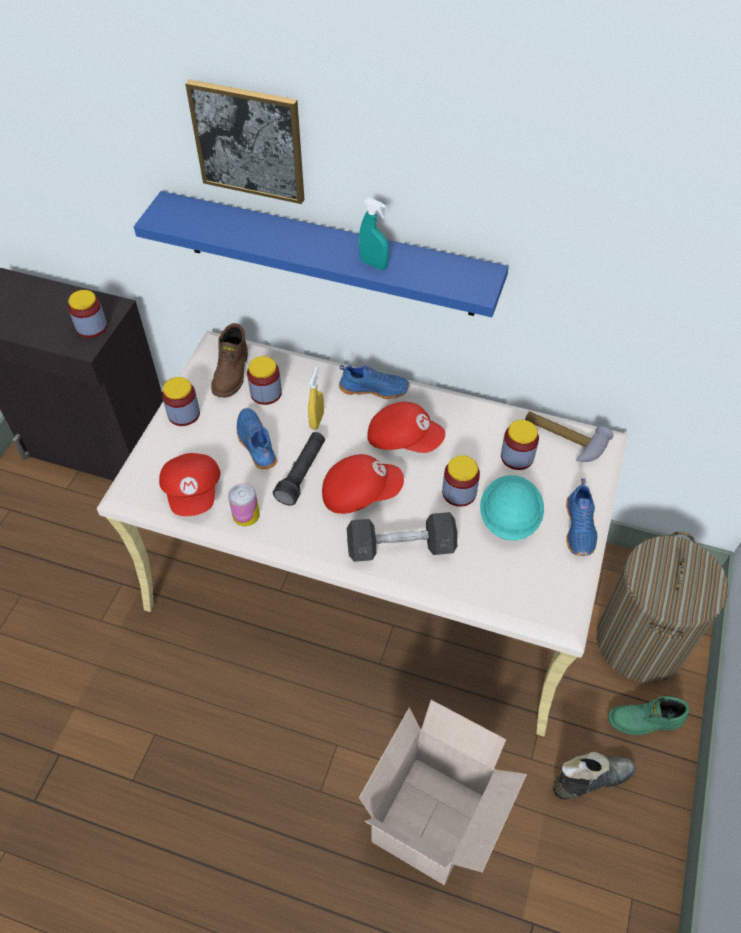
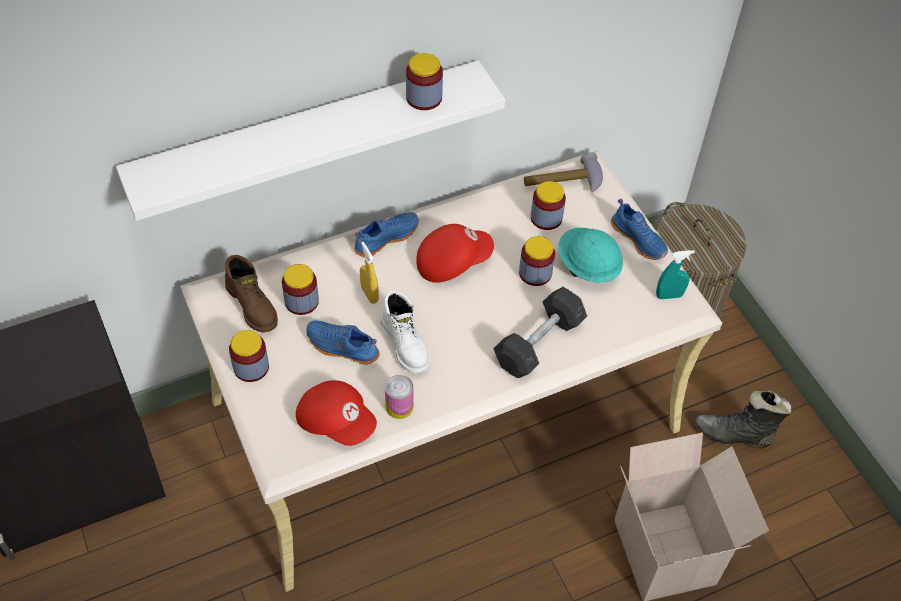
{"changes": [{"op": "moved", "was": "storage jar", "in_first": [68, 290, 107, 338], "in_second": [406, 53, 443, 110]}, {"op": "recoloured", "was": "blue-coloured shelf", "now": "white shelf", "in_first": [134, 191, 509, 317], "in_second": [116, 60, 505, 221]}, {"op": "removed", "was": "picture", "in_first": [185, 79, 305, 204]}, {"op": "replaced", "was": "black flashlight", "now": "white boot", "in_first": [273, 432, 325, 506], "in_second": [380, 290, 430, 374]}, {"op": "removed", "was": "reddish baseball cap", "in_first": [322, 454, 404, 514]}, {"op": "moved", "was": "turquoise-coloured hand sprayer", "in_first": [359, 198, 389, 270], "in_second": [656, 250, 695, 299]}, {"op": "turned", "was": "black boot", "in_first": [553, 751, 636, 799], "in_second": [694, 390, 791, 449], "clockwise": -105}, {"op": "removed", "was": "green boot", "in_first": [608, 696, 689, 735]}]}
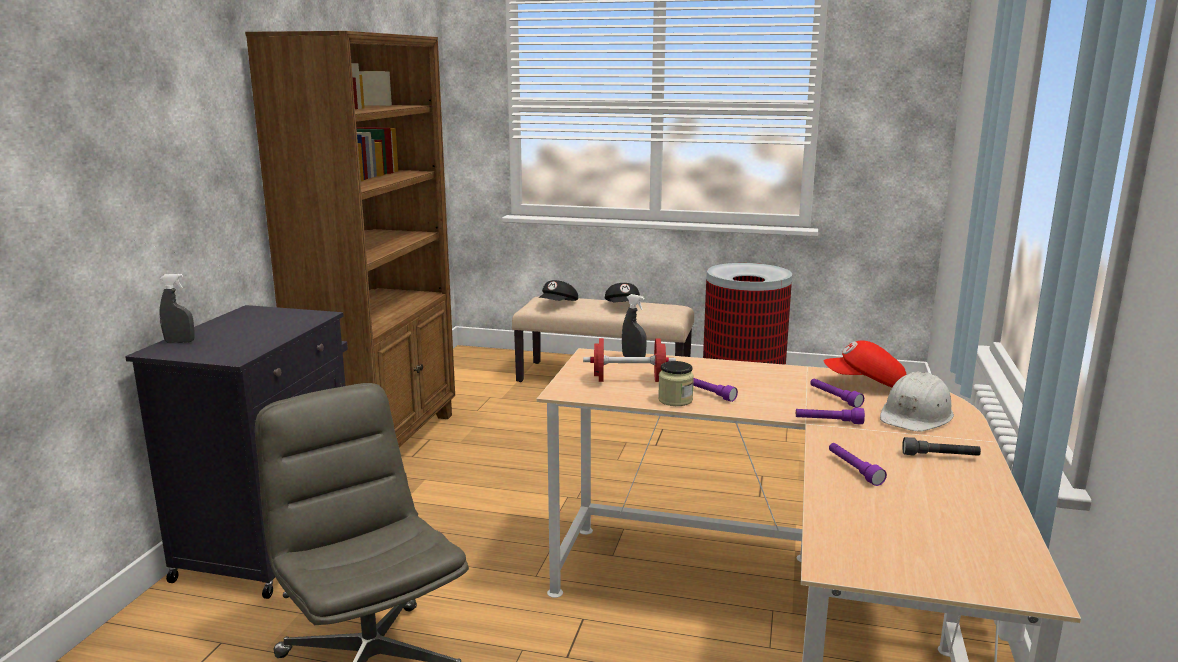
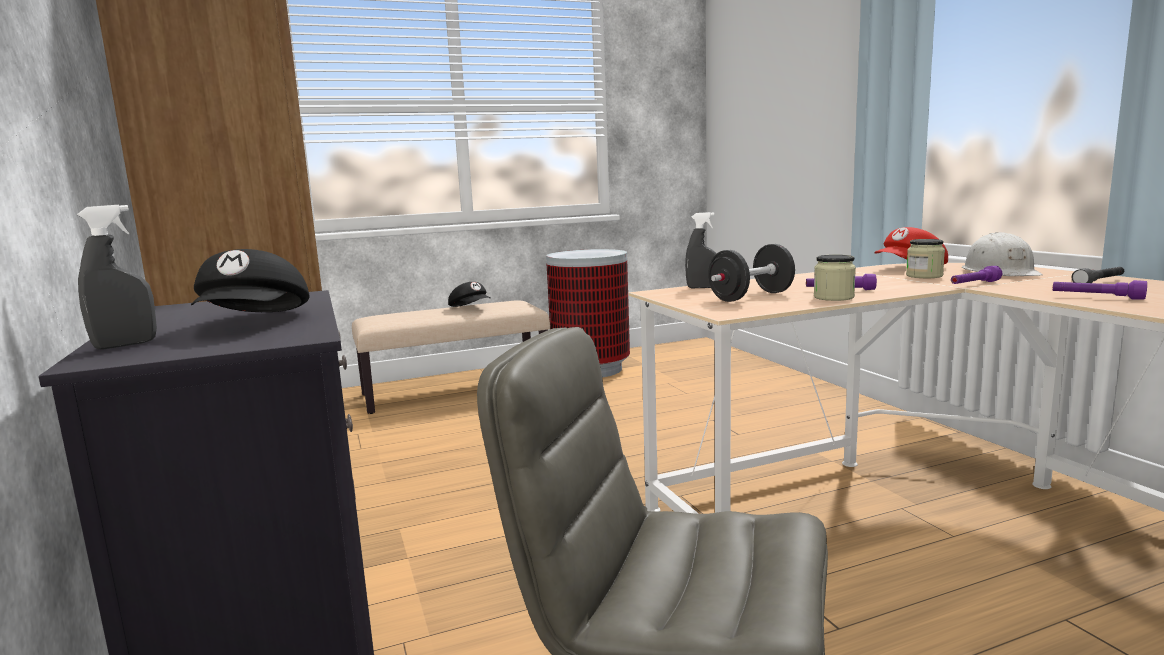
{"changes": [{"op": "moved", "was": "black baseball cap", "in_first": [539, 280, 578, 301], "in_second": [191, 249, 310, 312]}, {"op": "recoloured", "was": "reddish dumbbell", "now": "black dumbbell", "in_first": [583, 338, 676, 382], "in_second": [708, 244, 795, 302]}, {"op": "replaced", "was": "purple flashlight", "now": "storage jar", "in_first": [810, 379, 864, 408], "in_second": [906, 239, 945, 278]}]}
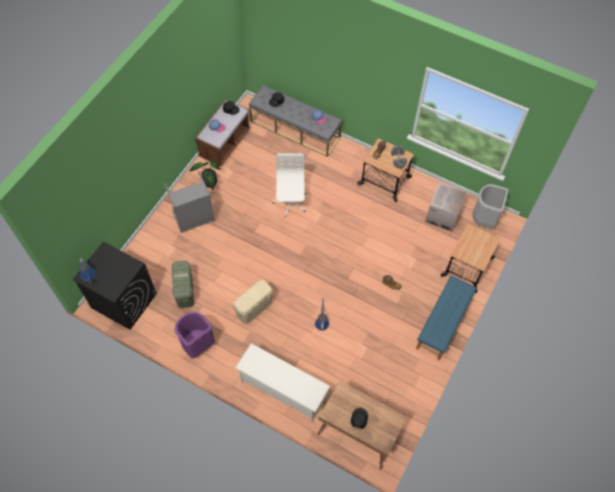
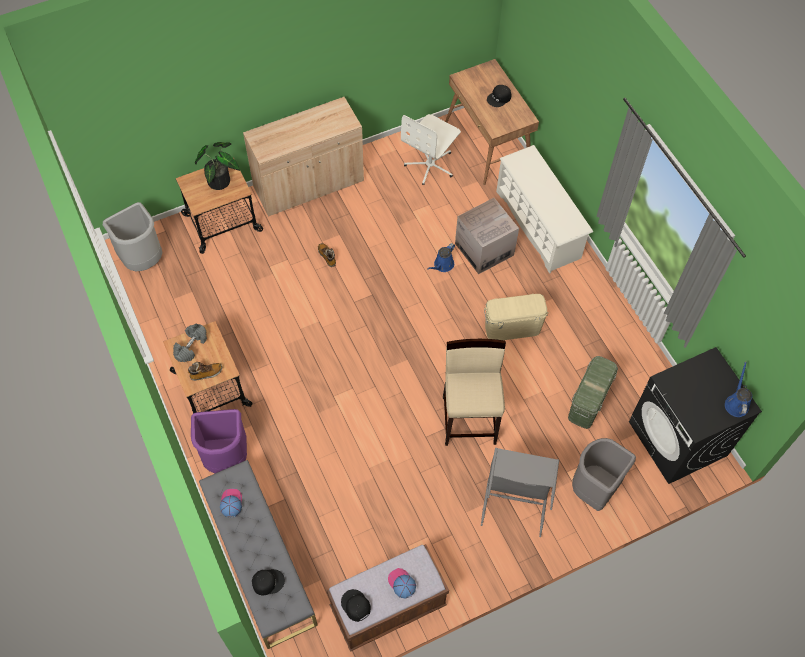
{"changes": [{"op": "moved", "was": "purple trash can", "in_first": [175, 312, 215, 359], "in_second": [191, 409, 247, 473]}, {"op": "moved", "was": "potted plant", "in_first": [189, 160, 221, 190], "in_second": [195, 142, 240, 190]}, {"op": "moved", "was": "white computer chair", "in_first": [272, 153, 306, 217], "in_second": [401, 114, 461, 185]}, {"op": "replaced", "was": "blue-coloured bench", "now": "beige storage cabinet", "in_first": [416, 276, 477, 360], "in_second": [243, 97, 364, 217]}, {"op": "moved", "was": "packing box", "in_first": [425, 183, 467, 232], "in_second": [455, 198, 519, 274]}, {"op": "added", "now": "beige stool seat", "in_second": [443, 339, 506, 446]}, {"op": "added", "now": "grey trash can", "in_second": [572, 438, 636, 511]}]}
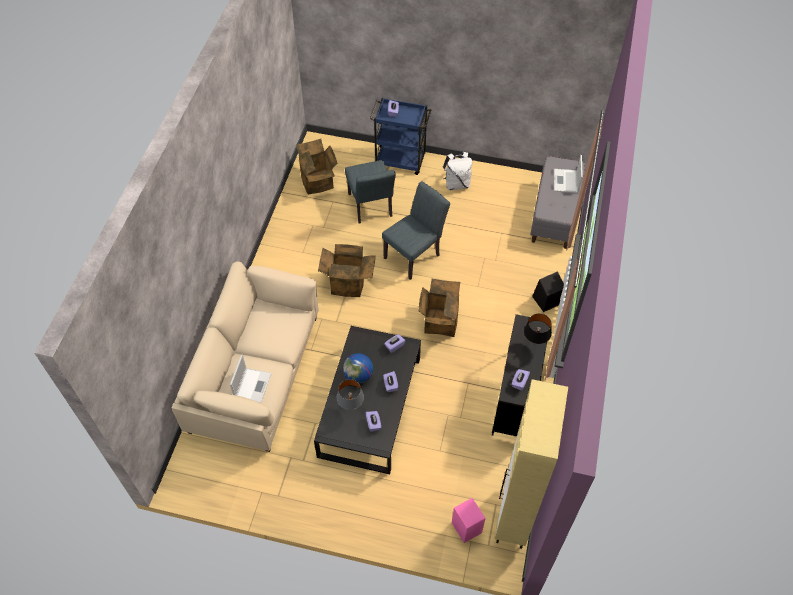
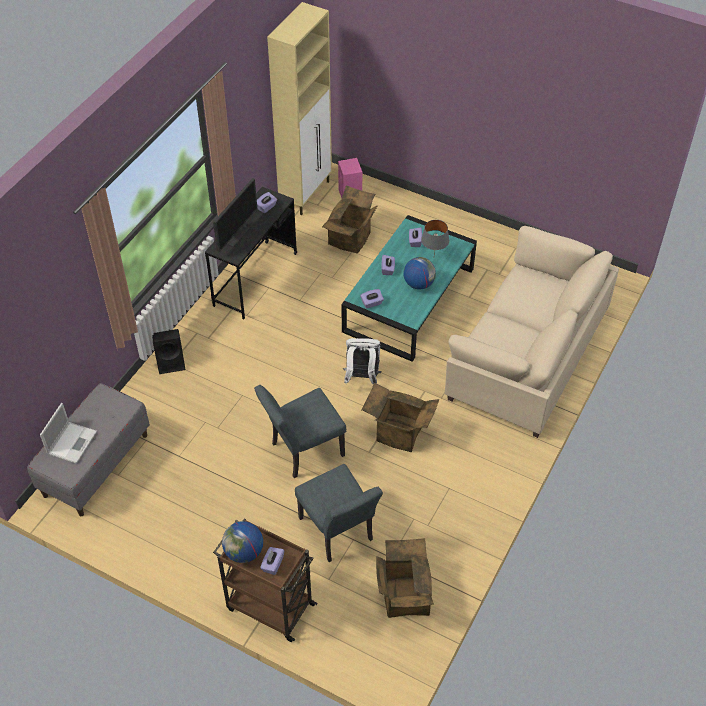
{"changes": [{"op": "removed", "was": "laptop", "in_first": [230, 355, 272, 403]}, {"op": "recoloured", "was": "black low table", "now": "turquoise-coloured low table", "in_first": [314, 326, 421, 474], "in_second": [341, 215, 477, 362]}, {"op": "turned", "was": "grey chair", "in_first": [345, 160, 396, 224], "in_second": [295, 464, 383, 562], "clockwise": 150}, {"op": "recoloured", "was": "blue-coloured cart", "now": "brown cart", "in_first": [370, 98, 431, 175], "in_second": [213, 519, 318, 642]}, {"op": "moved", "was": "packing box", "in_first": [419, 279, 460, 337], "in_second": [322, 185, 378, 253]}, {"op": "moved", "was": "white backpack", "in_first": [443, 152, 473, 190], "in_second": [343, 338, 381, 385]}, {"op": "replaced", "was": "black tabletop lamp", "now": "monitor", "in_first": [524, 314, 552, 344], "in_second": [213, 178, 257, 252]}, {"op": "added", "now": "desk globe", "in_second": [222, 521, 263, 563]}]}
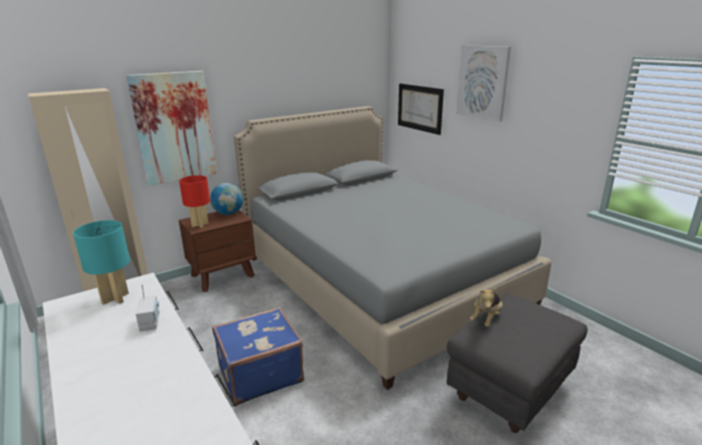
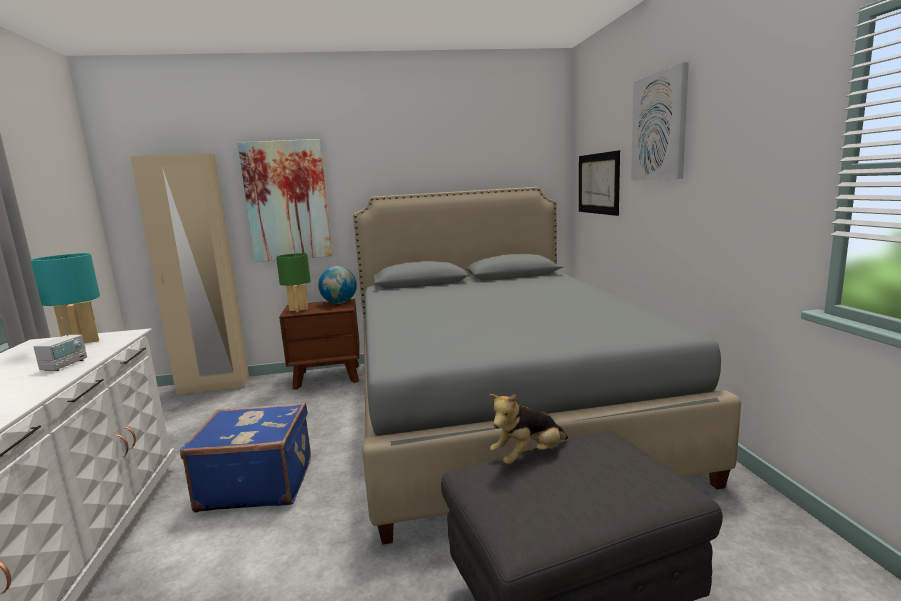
{"changes": [{"op": "recoloured", "was": "reddish tabletop lamp", "now": "green tabletop lamp", "in_first": [179, 175, 210, 228], "in_second": [276, 253, 311, 312]}]}
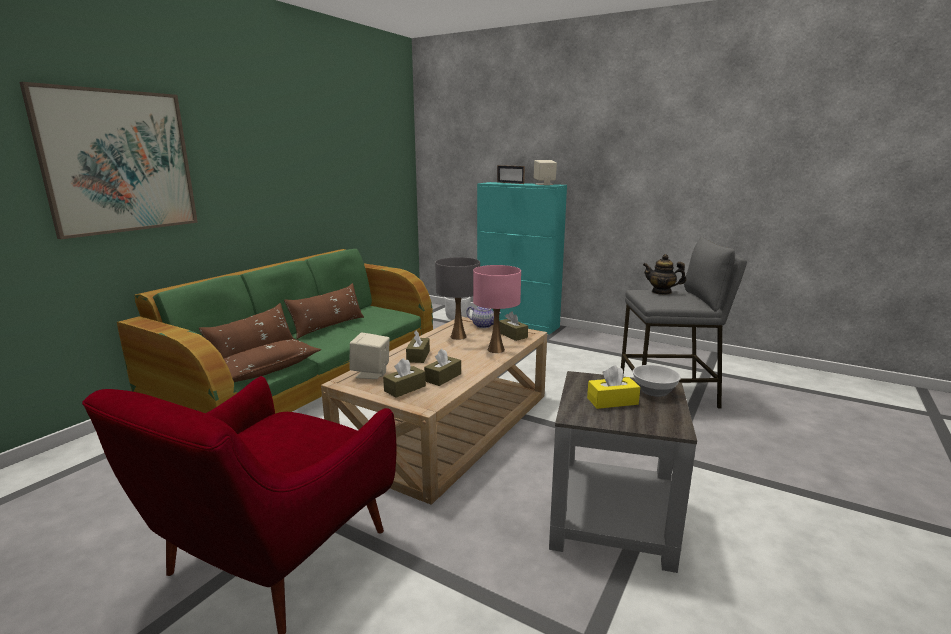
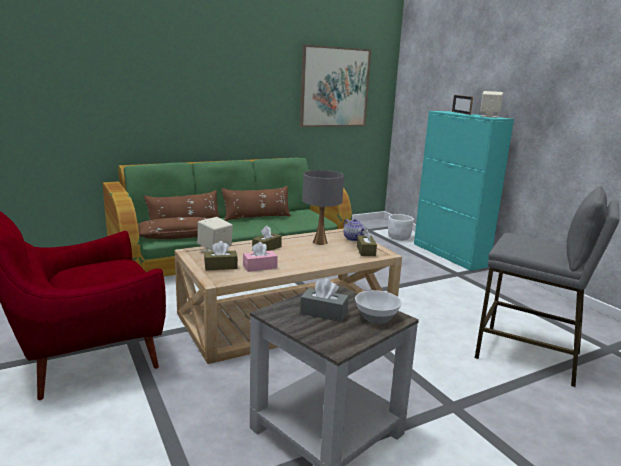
{"changes": [{"op": "moved", "was": "picture", "in_first": [19, 82, 198, 239], "in_second": [300, 45, 371, 127]}, {"op": "recoloured", "was": "brown tissue box", "now": "pinkish tissue box", "in_first": [424, 349, 461, 386], "in_second": [243, 242, 278, 272]}, {"op": "removed", "was": "pinkish tabletop lamp", "in_first": [473, 265, 521, 353]}, {"op": "recoloured", "was": "yellowish tissue box", "now": "grey tissue box", "in_first": [587, 365, 640, 409], "in_second": [300, 278, 349, 322]}, {"op": "removed", "was": "tea pot", "in_first": [643, 254, 686, 295]}]}
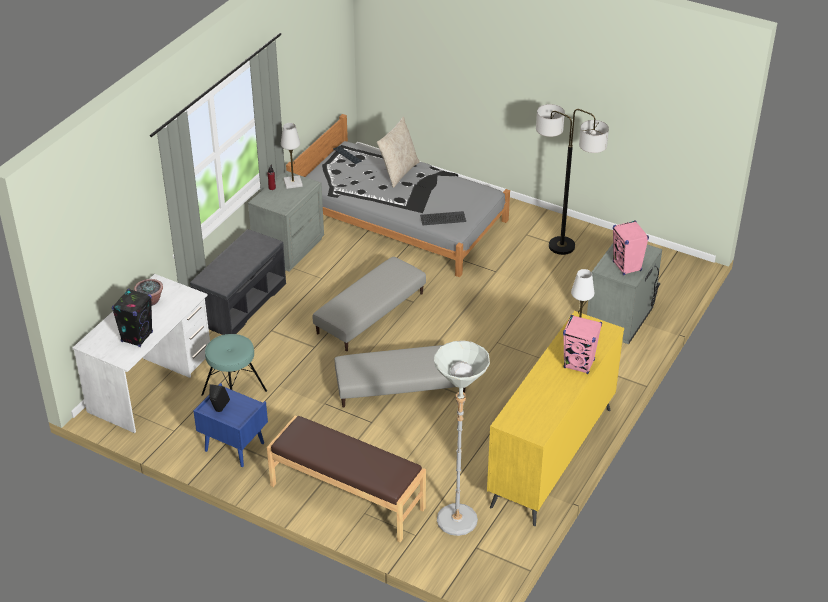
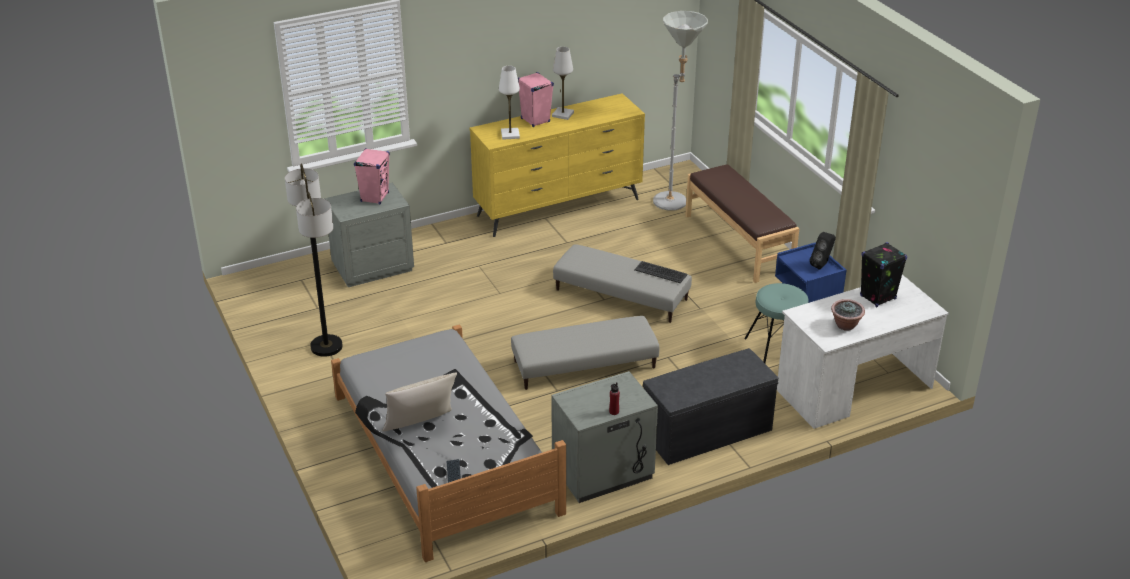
{"changes": [{"op": "moved", "was": "white tabletop lamp", "in_first": [281, 123, 303, 189], "in_second": [552, 47, 574, 120]}, {"op": "moved", "was": "PC keyboard", "in_first": [420, 211, 466, 225], "in_second": [634, 261, 688, 283]}]}
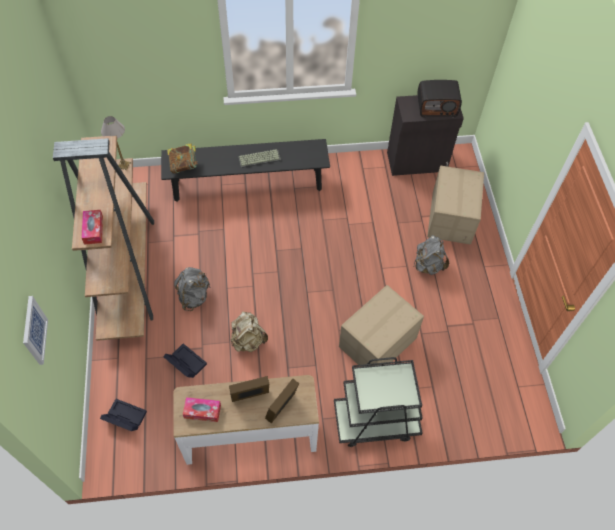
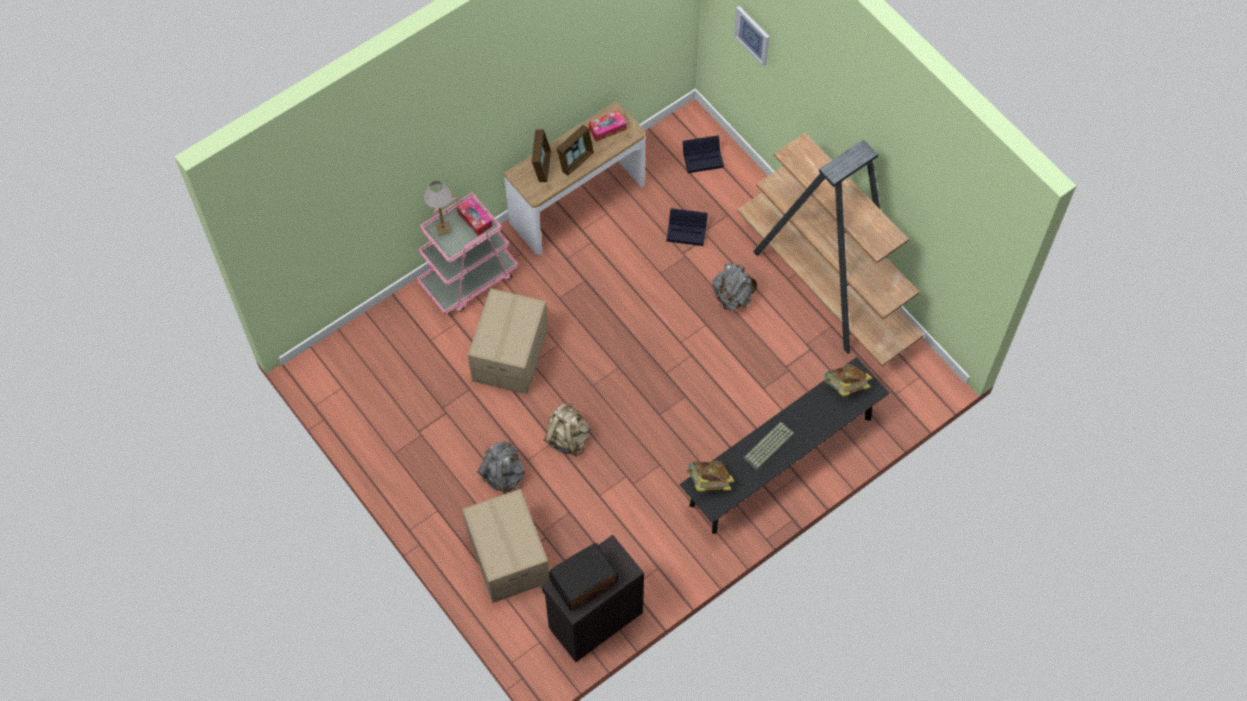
{"changes": [{"op": "moved", "was": "tissue box", "in_first": [81, 210, 103, 245], "in_second": [457, 198, 492, 236]}, {"op": "moved", "was": "tabletop lamp", "in_first": [101, 116, 131, 170], "in_second": [423, 181, 452, 235]}, {"op": "moved", "was": "beige backpack", "in_first": [231, 312, 268, 352], "in_second": [544, 403, 590, 457]}, {"op": "recoloured", "was": "black cart", "now": "pinkish cart", "in_first": [334, 357, 423, 447], "in_second": [417, 192, 519, 315]}, {"op": "added", "now": "book", "in_second": [686, 461, 734, 492]}]}
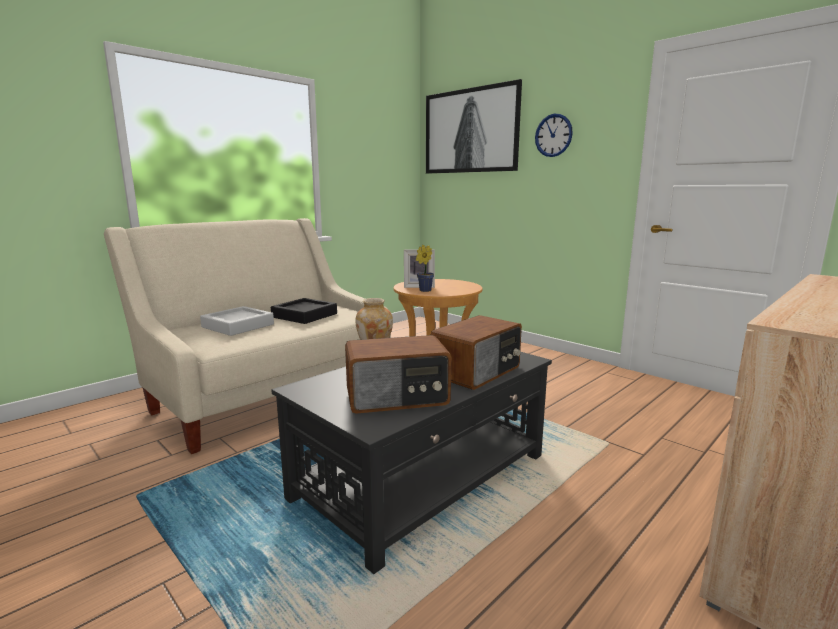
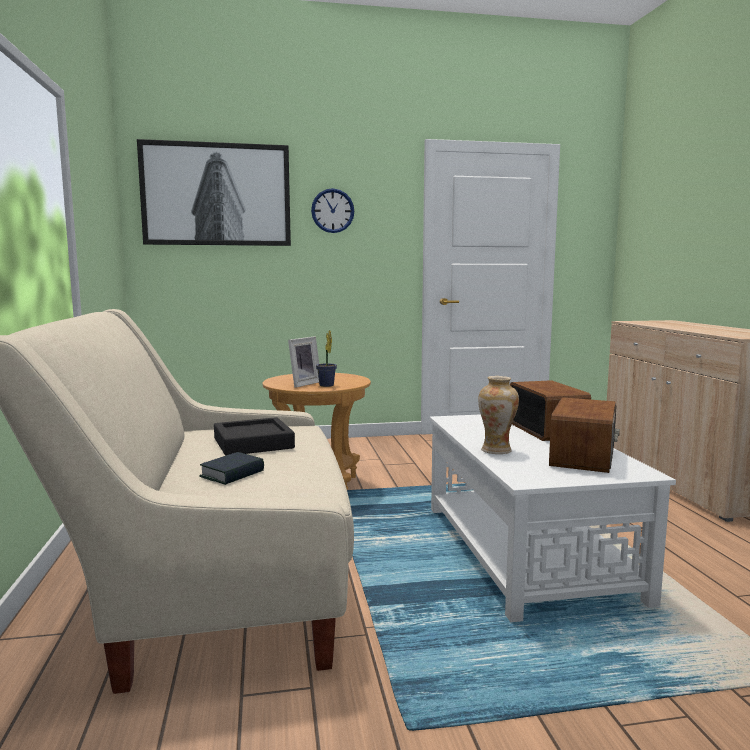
{"changes": [{"op": "replaced", "was": "grey serving tray", "now": "book", "in_first": [200, 306, 274, 336], "in_second": [199, 452, 264, 485]}, {"op": "recoloured", "was": "black low table", "now": "white low table", "in_first": [271, 352, 552, 574], "in_second": [430, 414, 676, 622]}]}
